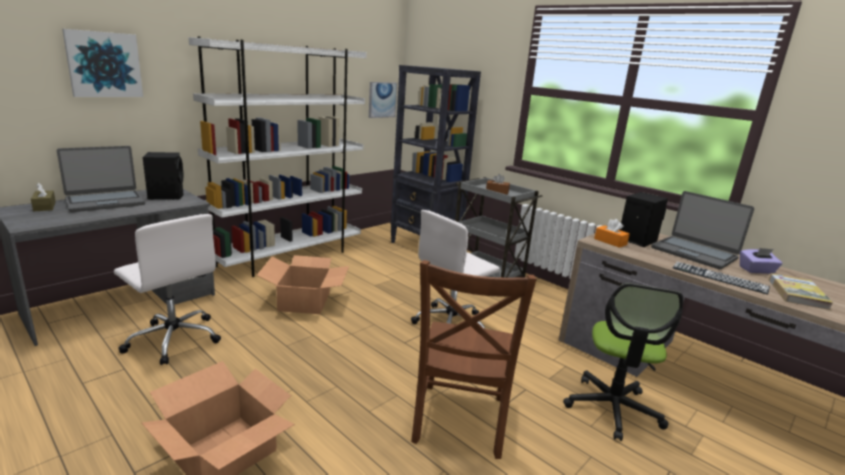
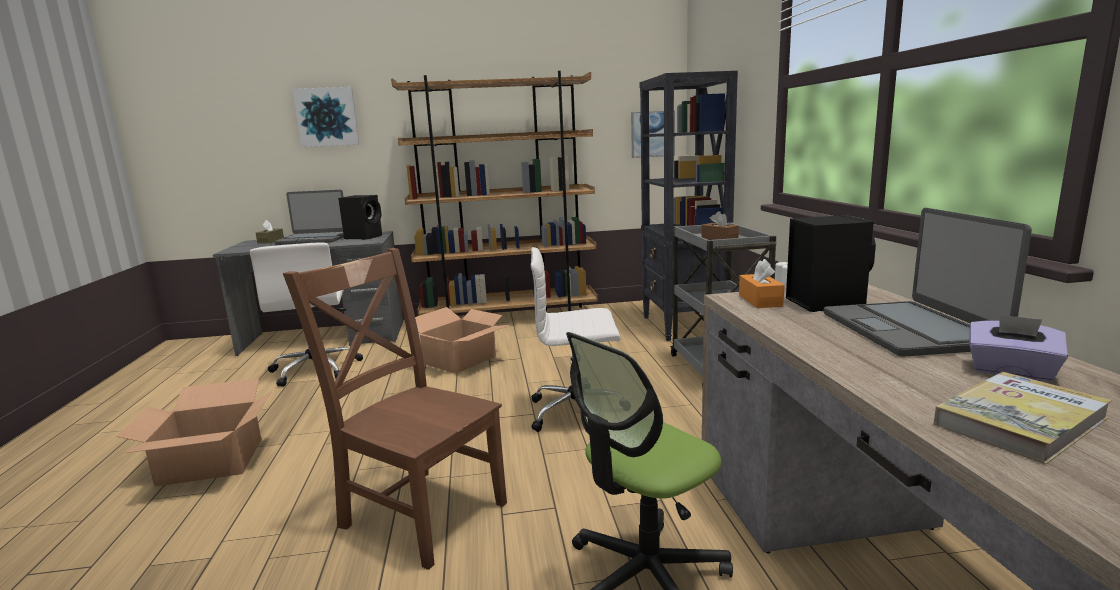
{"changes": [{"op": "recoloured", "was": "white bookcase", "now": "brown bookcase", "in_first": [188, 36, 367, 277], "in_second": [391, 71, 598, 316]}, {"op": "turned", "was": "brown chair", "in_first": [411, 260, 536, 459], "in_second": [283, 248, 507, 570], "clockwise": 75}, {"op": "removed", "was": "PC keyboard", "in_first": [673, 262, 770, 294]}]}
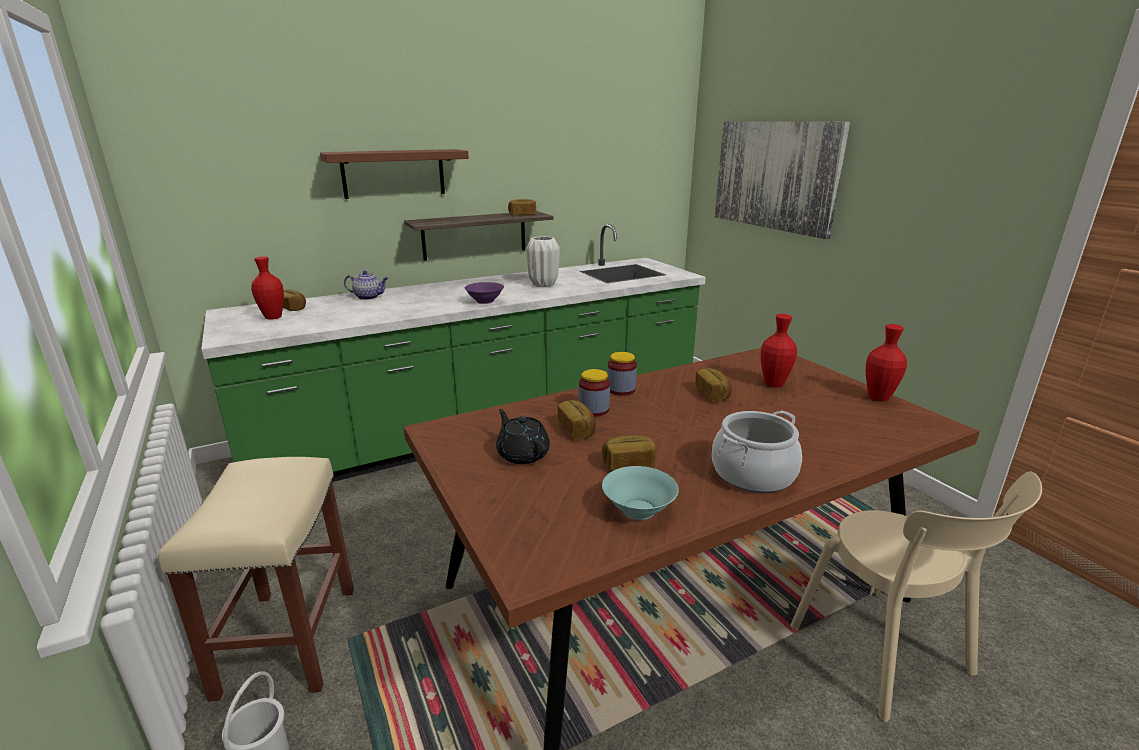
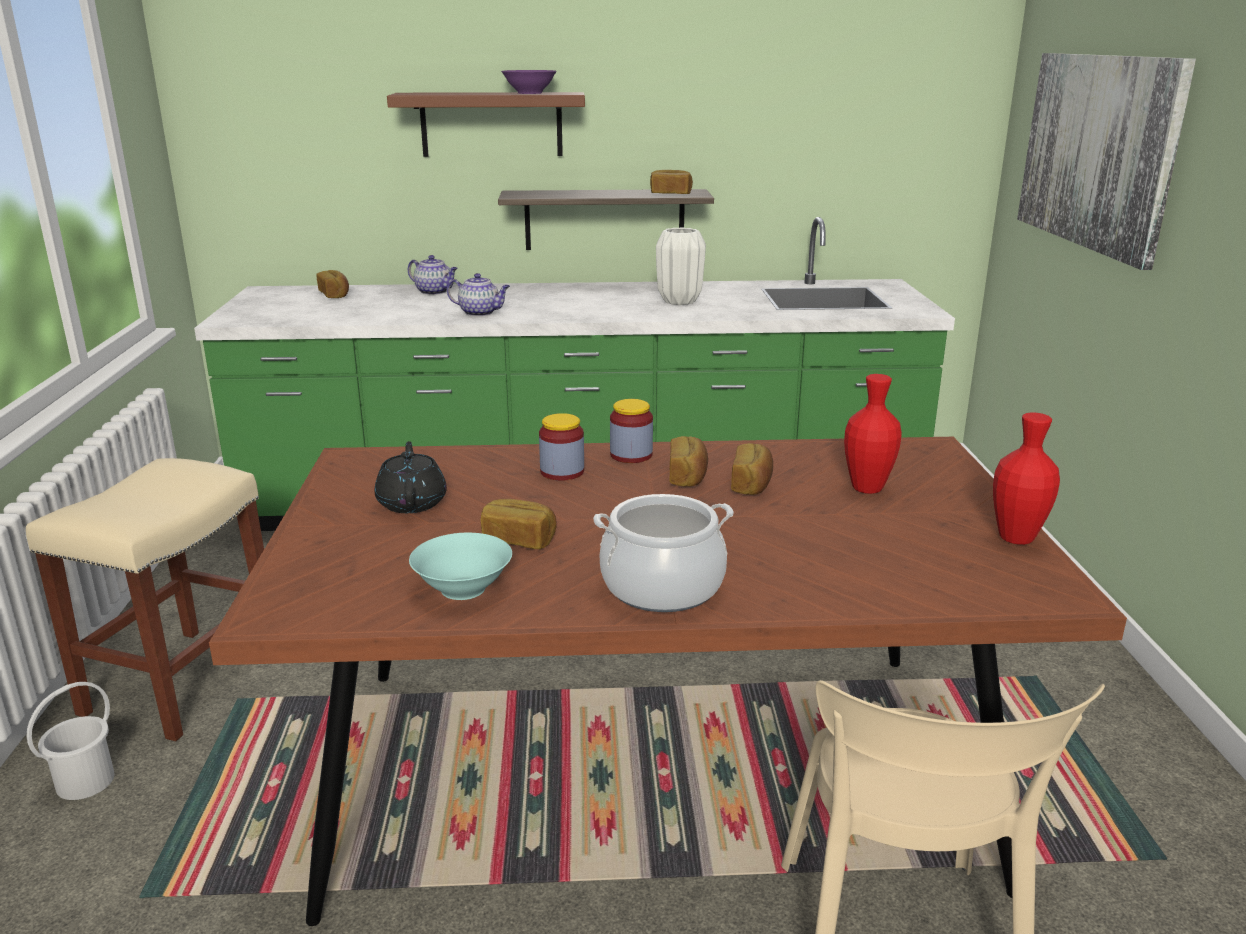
{"changes": [{"op": "removed", "was": "reddish vase", "in_first": [251, 256, 284, 320]}, {"op": "moved", "was": "purple deep dish", "in_first": [465, 282, 504, 304], "in_second": [501, 70, 557, 94]}, {"op": "moved", "was": "baked bread", "in_first": [558, 400, 596, 439], "in_second": [669, 436, 708, 487]}, {"op": "added", "now": "tea pot", "in_second": [447, 273, 510, 317]}]}
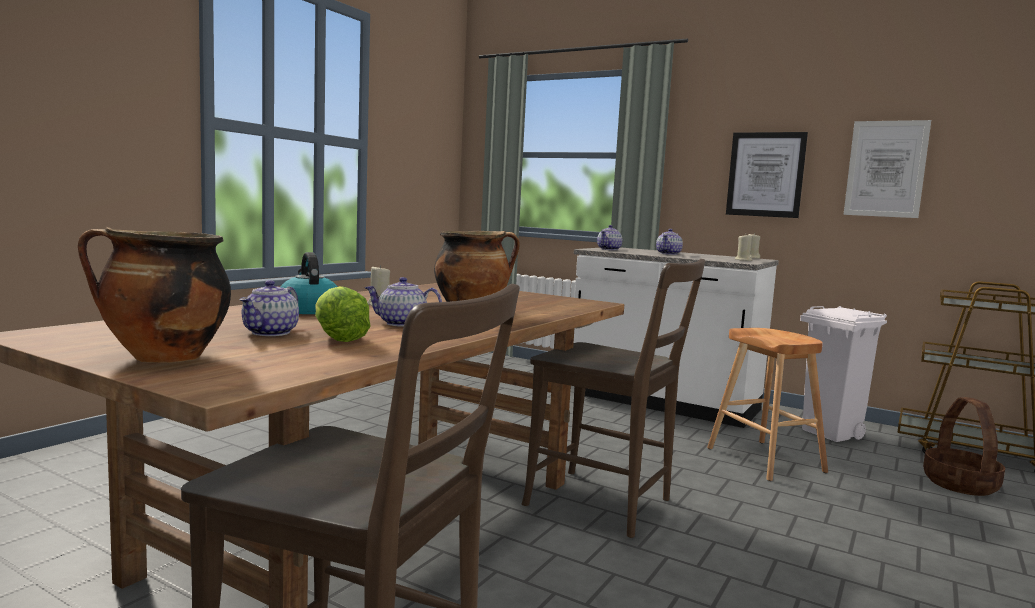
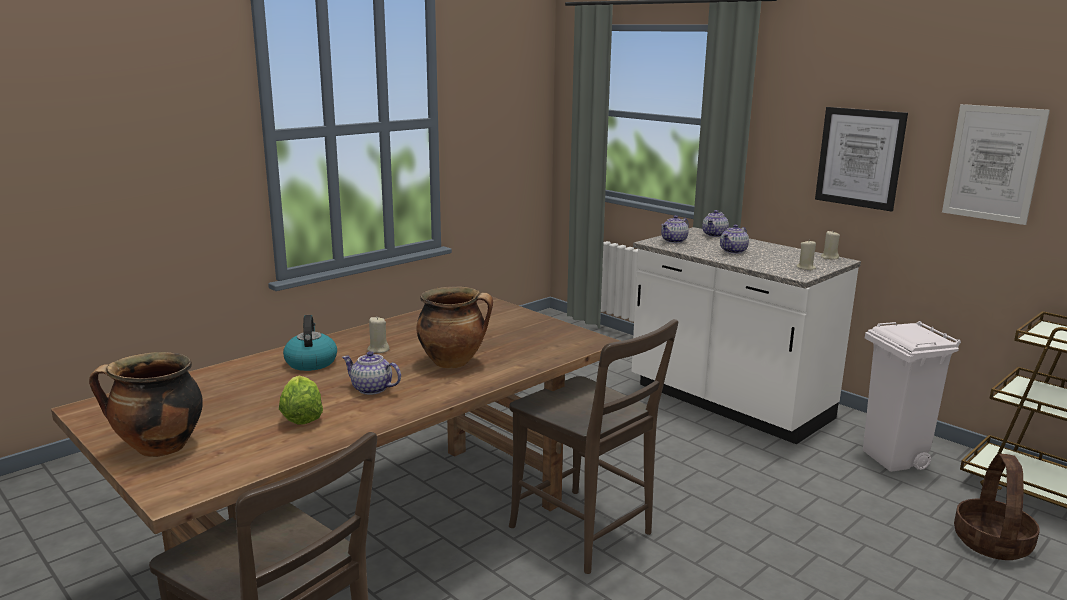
{"changes": [{"op": "moved", "was": "tea pot", "in_first": [240, 280, 299, 336], "in_second": [702, 210, 729, 237]}, {"op": "removed", "was": "brown stool seat", "in_first": [707, 328, 828, 481]}]}
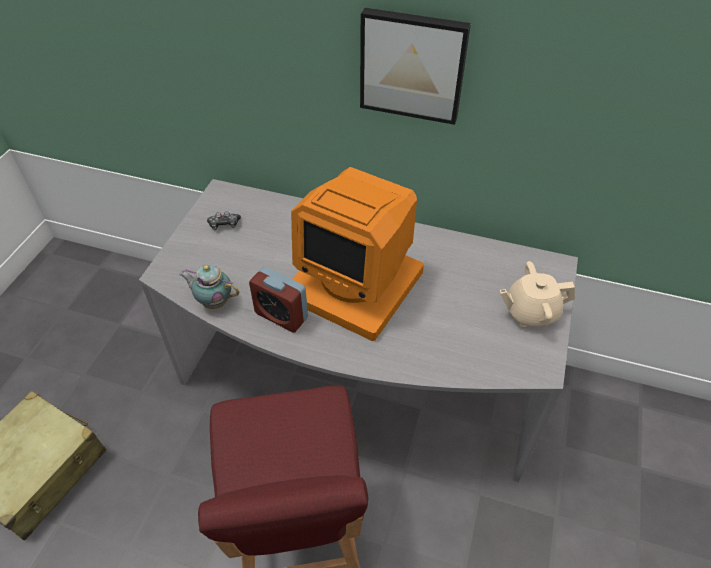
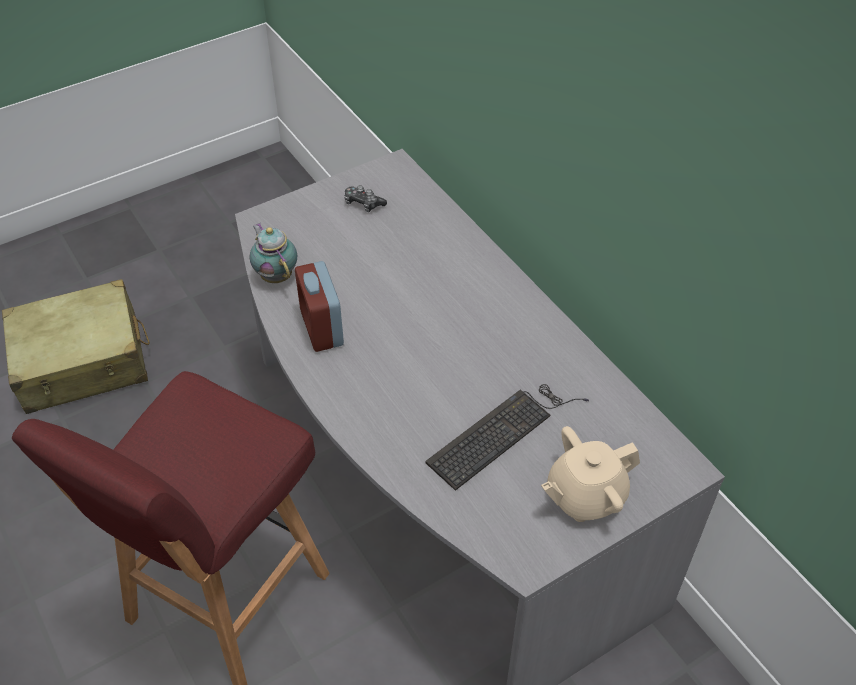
{"changes": [{"op": "removed", "was": "monitor", "in_first": [291, 167, 424, 341]}, {"op": "removed", "was": "picture", "in_first": [360, 8, 471, 125]}, {"op": "turned", "was": "beige tea pot", "in_first": [499, 261, 575, 327], "in_second": [541, 426, 640, 522], "clockwise": -60}, {"op": "added", "now": "PC keyboard", "in_second": [425, 384, 589, 491]}]}
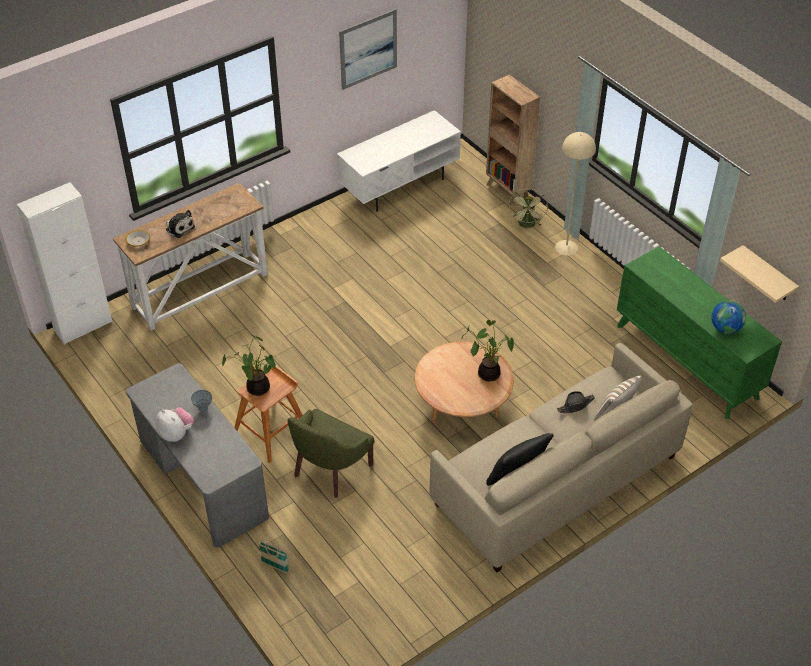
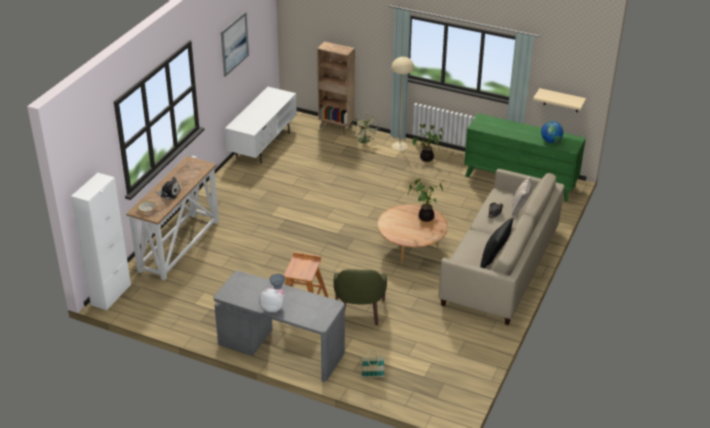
{"changes": [{"op": "moved", "was": "potted plant", "in_first": [222, 335, 276, 396], "in_second": [412, 124, 444, 162]}]}
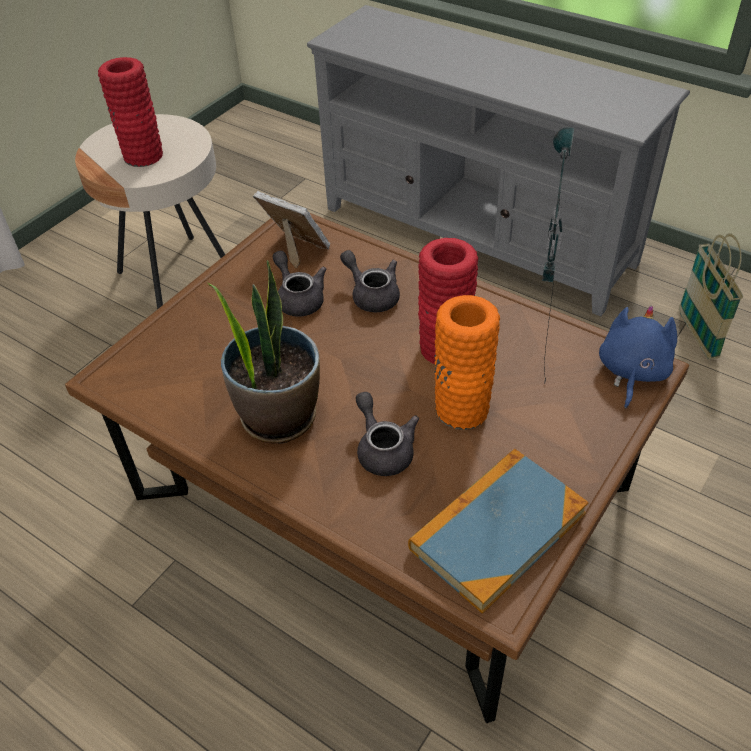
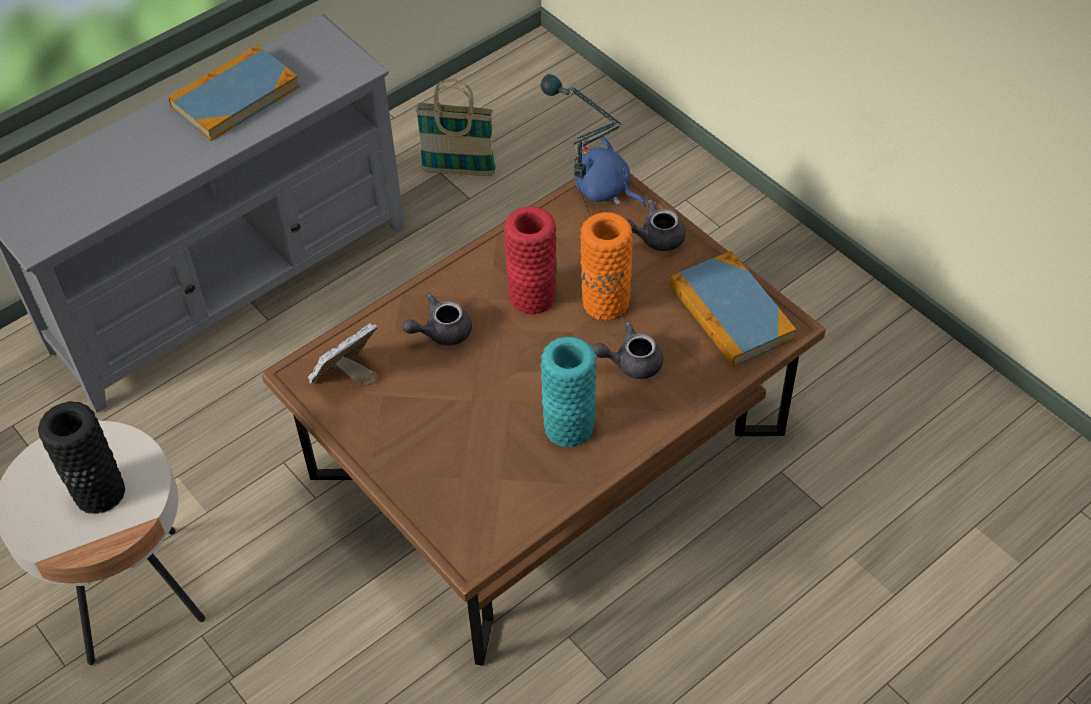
{"changes": [{"op": "recoloured", "was": "reddish vase", "now": "black vase", "in_first": [98, 57, 163, 167], "in_second": [38, 401, 125, 514]}, {"op": "replaced", "was": "potted plant", "now": "turquoise-coloured vase", "in_first": [208, 260, 320, 444], "in_second": [540, 337, 597, 447]}, {"op": "moved", "was": "grey tea pot", "in_first": [273, 251, 326, 317], "in_second": [626, 199, 685, 251]}, {"op": "added", "now": "book", "in_second": [168, 45, 300, 141]}]}
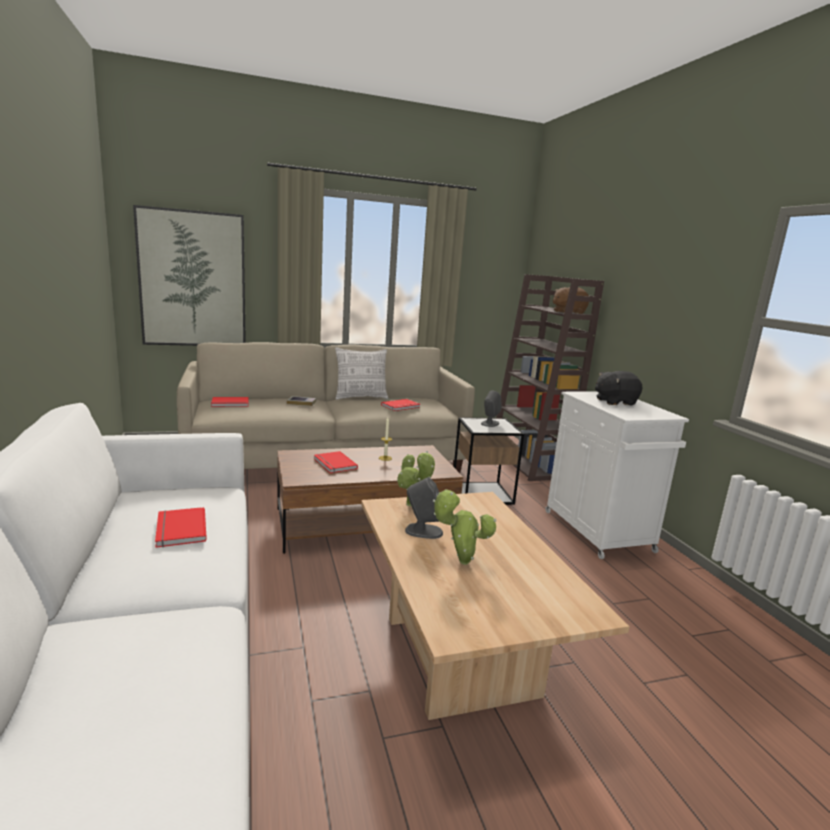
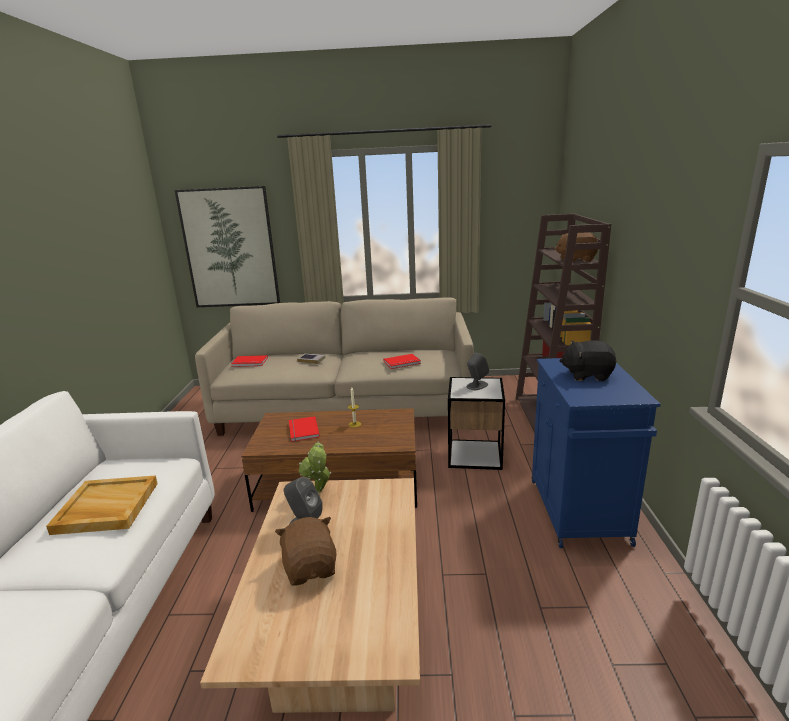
{"changes": [{"op": "replaced", "was": "reddish book", "now": "beige serving tray", "in_first": [155, 507, 207, 548], "in_second": [46, 475, 158, 535]}, {"op": "removed", "was": "pillow", "in_first": [335, 347, 388, 400]}, {"op": "replaced", "was": "potted plant", "now": "brown plush toy", "in_first": [433, 490, 496, 565], "in_second": [275, 517, 337, 586]}, {"op": "recoloured", "was": "white storage cabinet", "now": "blue-coloured storage cabinet", "in_first": [545, 392, 689, 559], "in_second": [532, 358, 661, 548]}]}
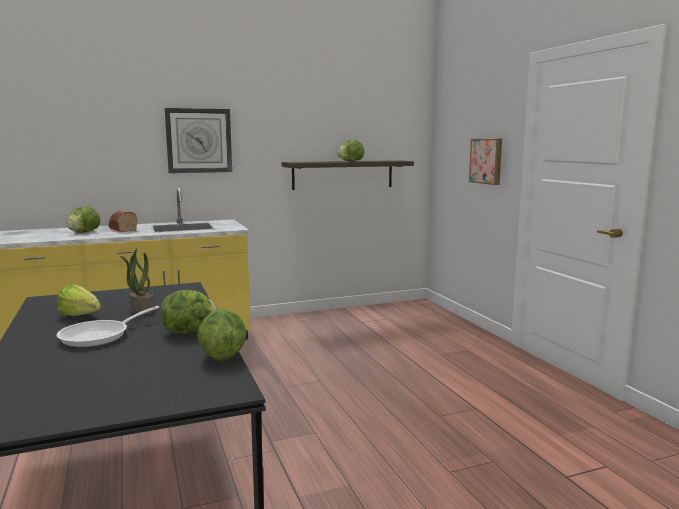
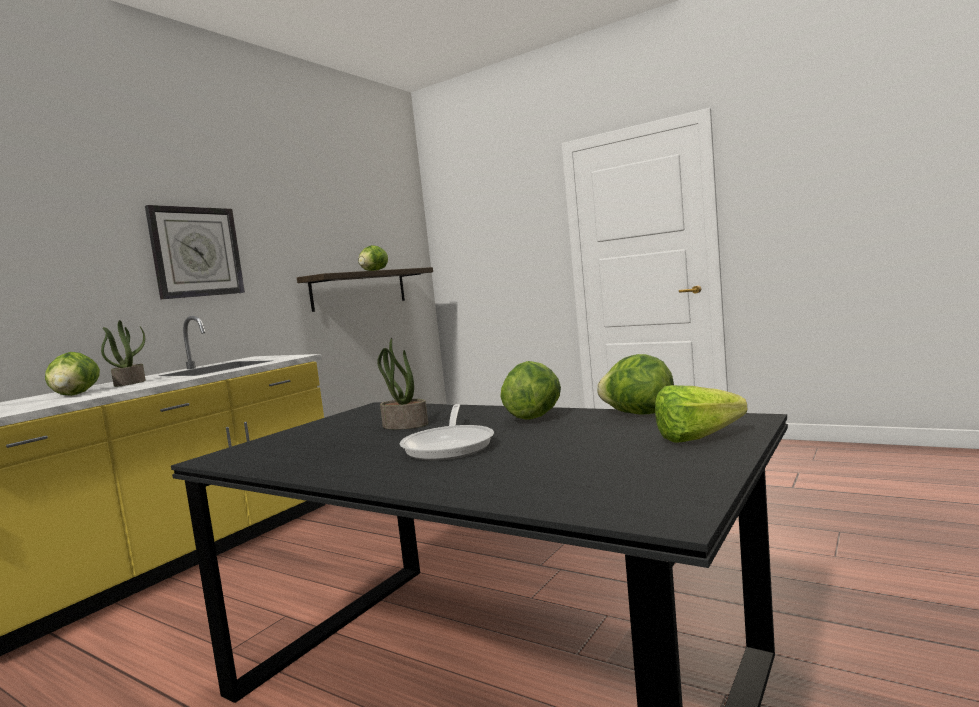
{"changes": [{"op": "moved", "was": "head of lettuce", "in_first": [57, 284, 101, 316], "in_second": [655, 385, 747, 443]}, {"op": "replaced", "was": "baked bread", "now": "potted plant", "in_first": [108, 210, 137, 232], "in_second": [101, 320, 146, 387]}, {"op": "removed", "was": "picture", "in_first": [469, 138, 502, 185]}]}
